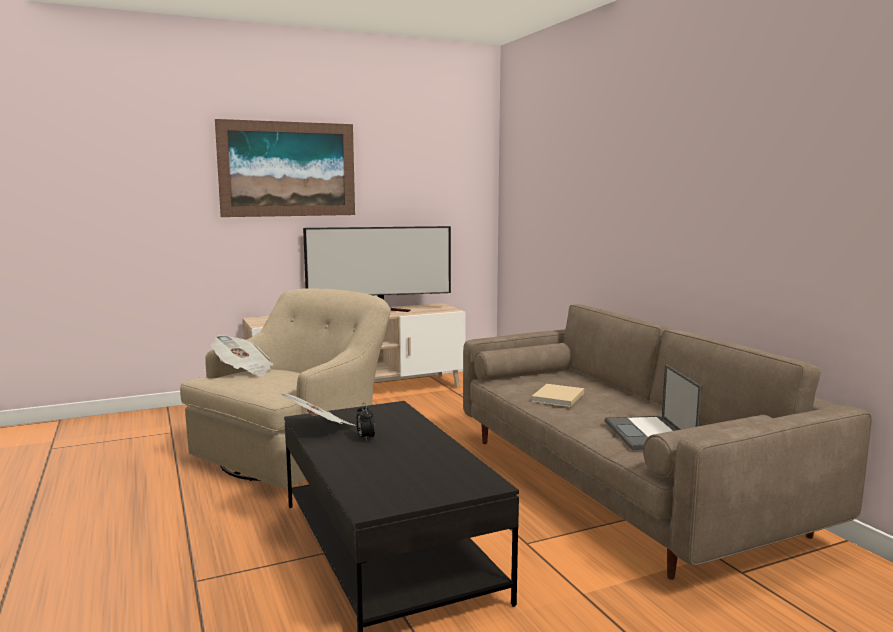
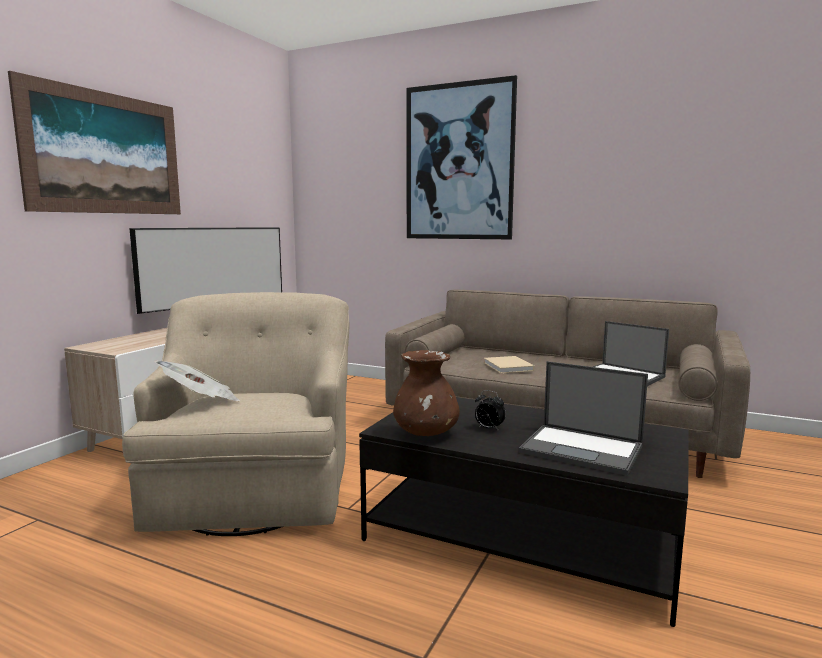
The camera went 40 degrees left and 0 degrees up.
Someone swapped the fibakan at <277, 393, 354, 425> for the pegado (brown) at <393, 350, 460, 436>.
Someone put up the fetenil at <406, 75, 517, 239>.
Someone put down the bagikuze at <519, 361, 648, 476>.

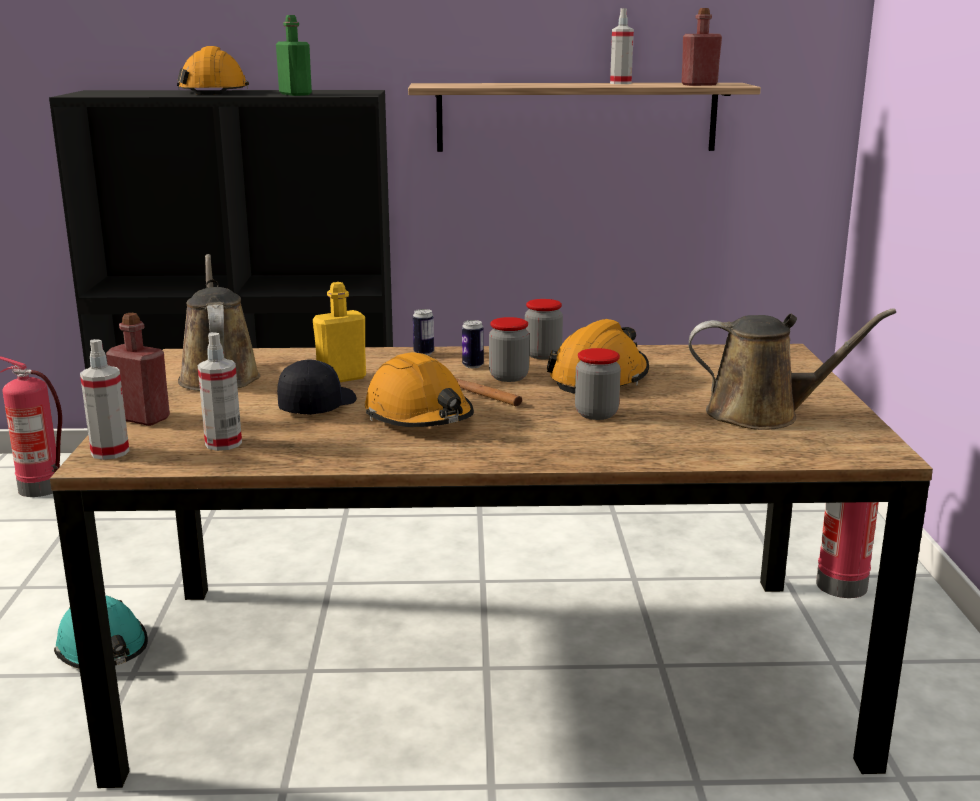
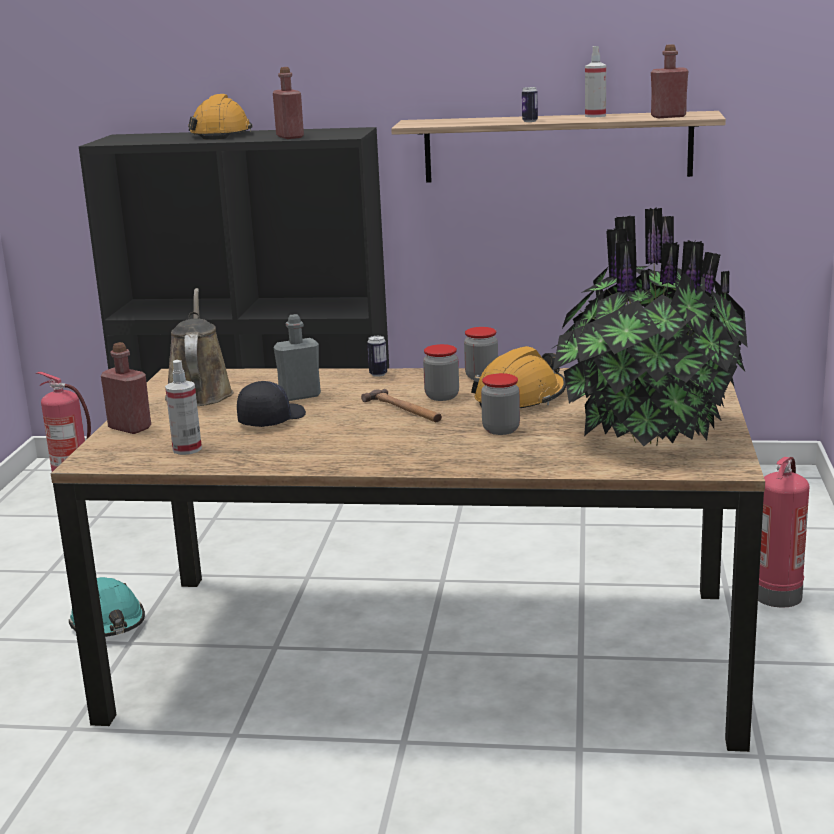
The camera went 10 degrees right and 0 degrees up.
Someone repainted the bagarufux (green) at <276, 15, 312, 96>, which became the bagarufux (red) at <273, 67, 304, 139>.
Someone repainted the bagarufux (yellow) at <313, 282, 366, 382>, which became the bagarufux (grey) at <274, 314, 321, 401>.
Someone carried the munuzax from <462, 320, 484, 368> to <522, 87, 538, 122>.
Someone swapped the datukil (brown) at <689, 308, 896, 430> for the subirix at <553, 207, 747, 446>.
Someone took away the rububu at <80, 339, 129, 460>.
Someone took away the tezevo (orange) at <365, 352, 474, 427>.

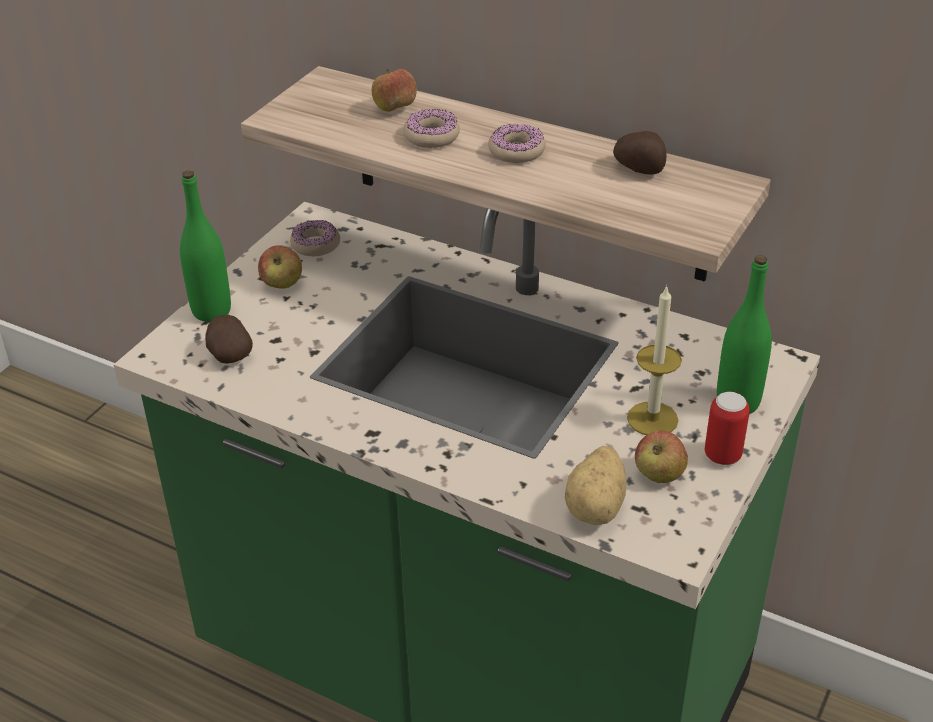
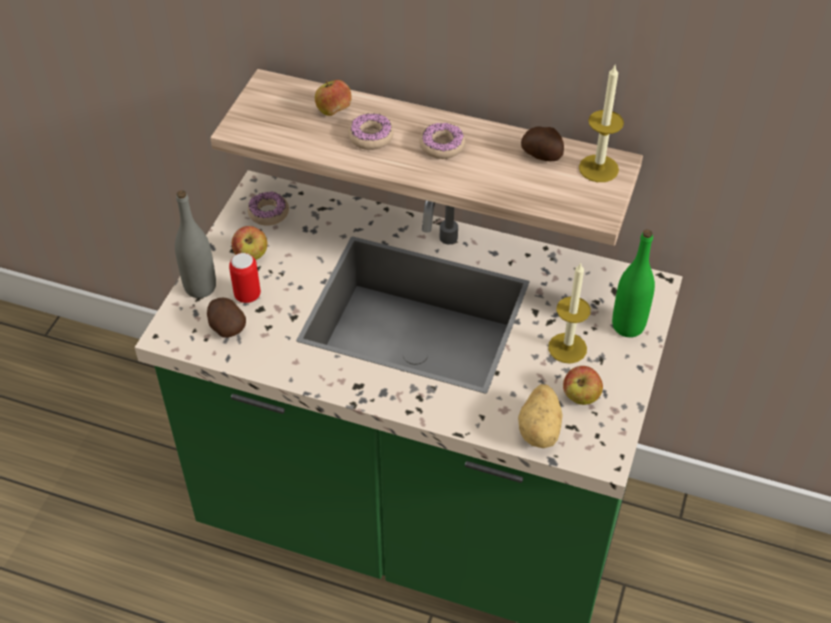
The camera went 10 degrees left and 10 degrees up.
Someone repainted the bagarufux (green) at <180, 170, 231, 322>, which became the bagarufux (grey) at <175, 190, 216, 298>.
Someone carried the munuzax from <705, 392, 750, 465> to <229, 253, 261, 303>.
Someone put down the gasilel at <579, 65, 624, 182>.

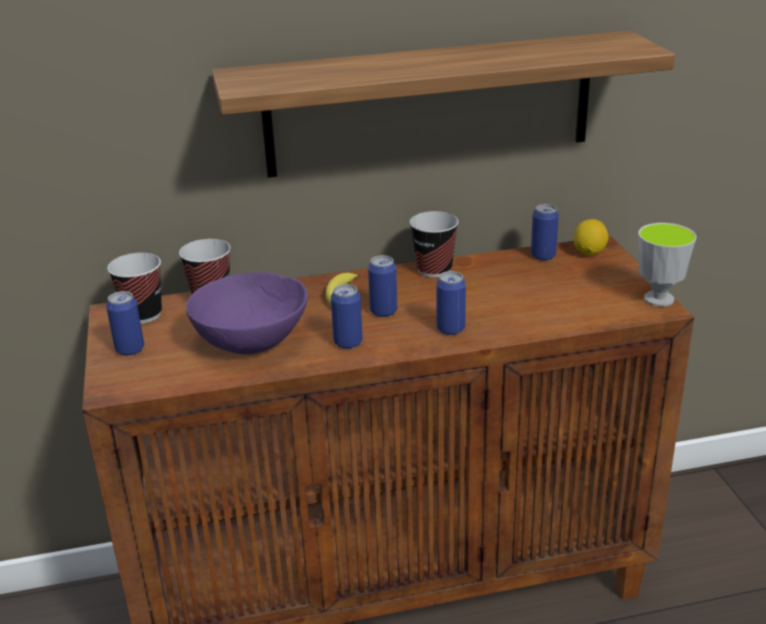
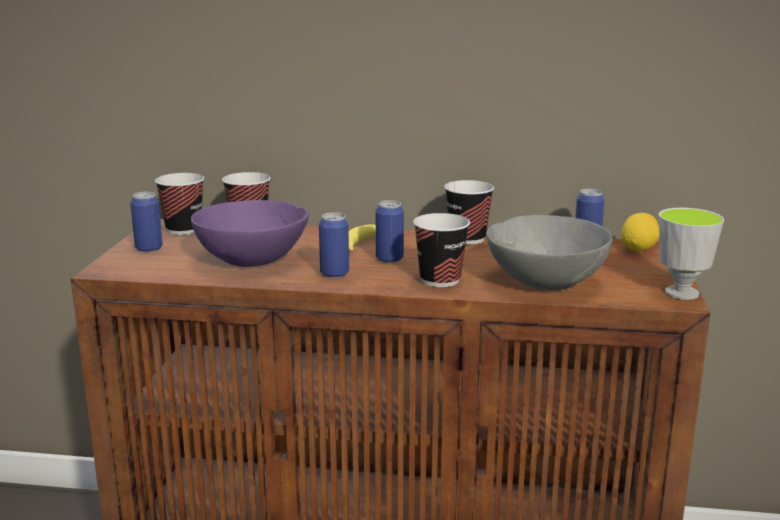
The camera went 20 degrees right and 10 degrees down.
Someone swapped the munuzax at <436, 271, 466, 335> for the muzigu at <413, 213, 470, 287>.
Someone put down the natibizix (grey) at <486, 215, 613, 290>.
Someone took away the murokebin at <212, 31, 675, 178>.

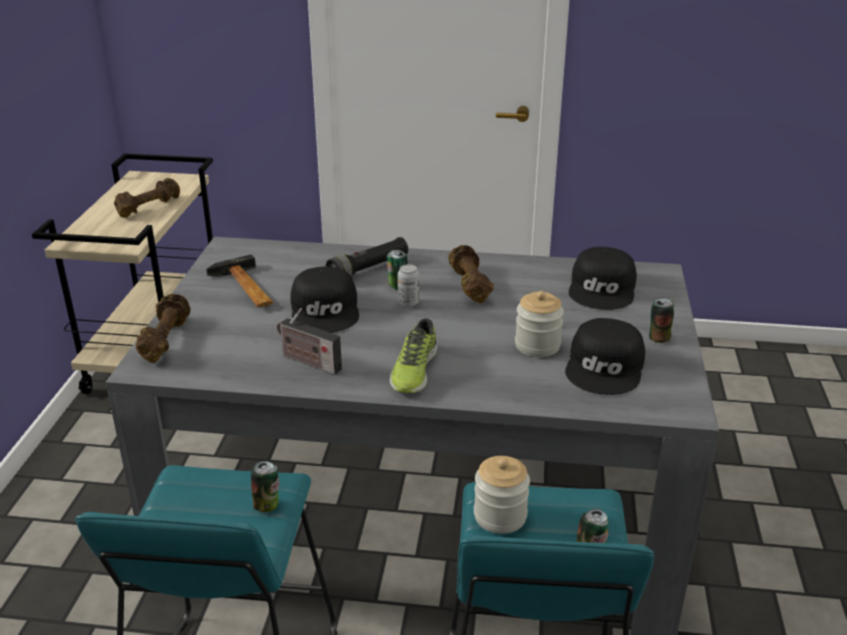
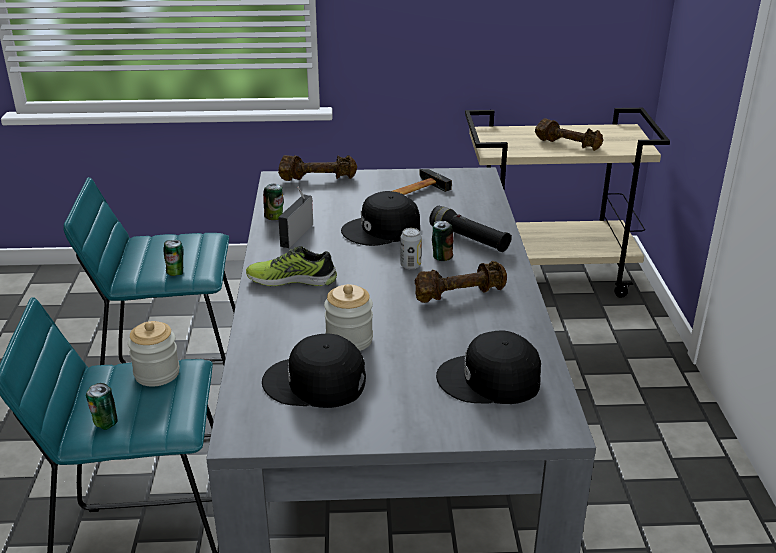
The camera went 80 degrees right and 0 degrees up.
Someone carried the munuzax from <649, 298, 674, 343> to <263, 183, 284, 220>.

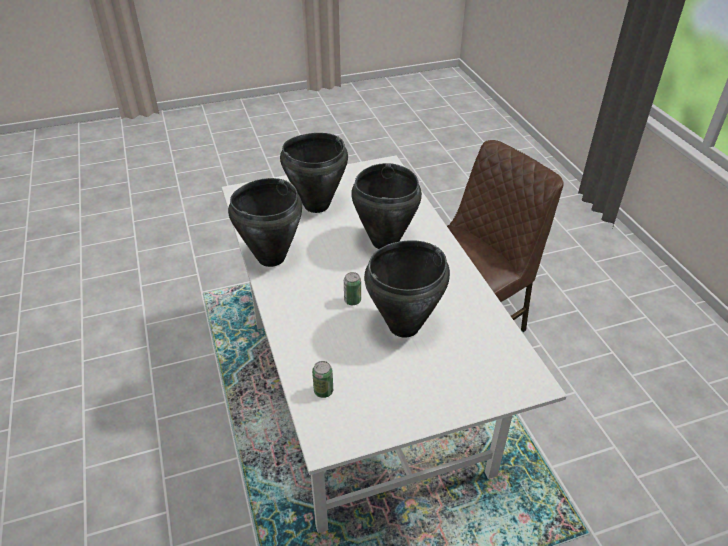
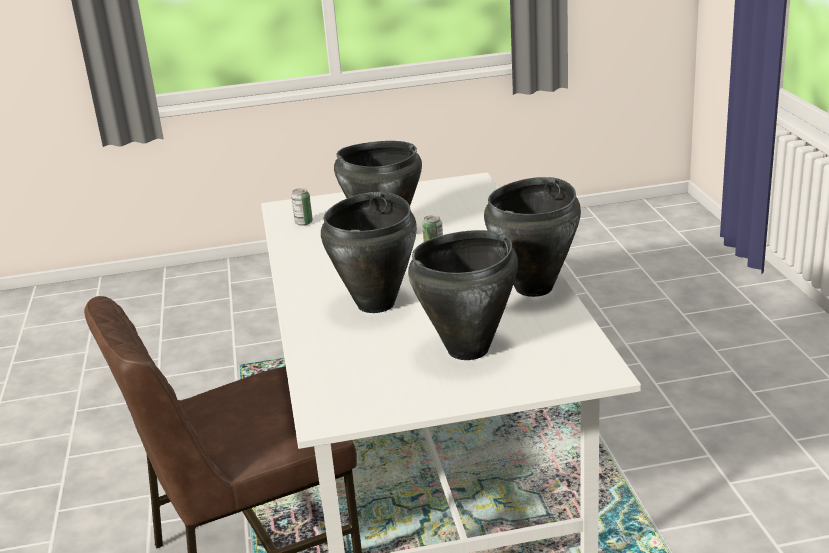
The camera went 170 degrees left and 15 degrees down.
Someone carried the munuzax from <312, 361, 333, 398> to <291, 188, 313, 226>.

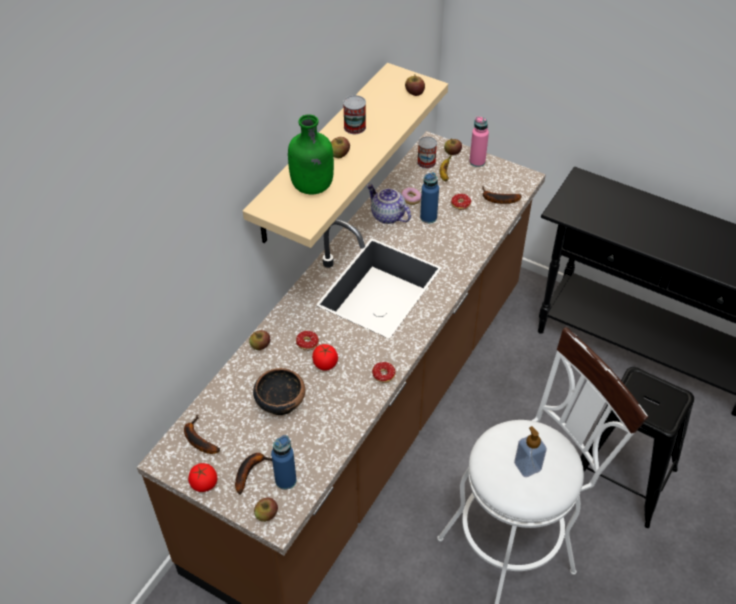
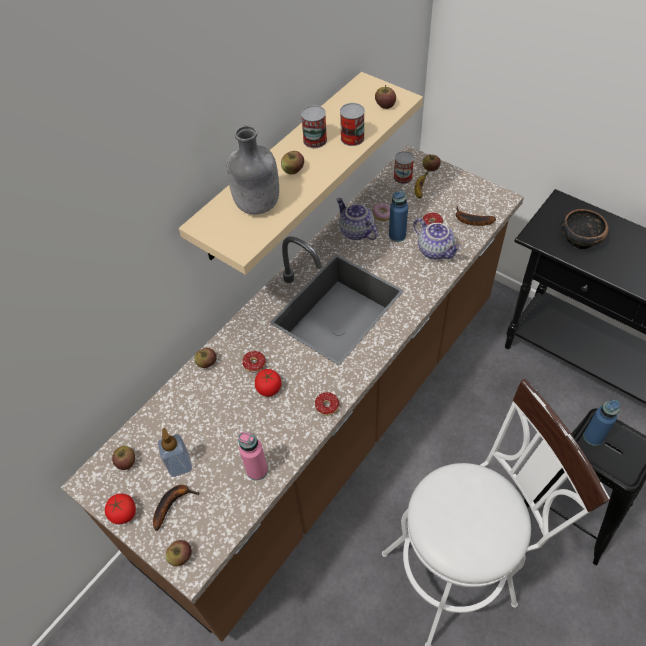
The camera went 10 degrees right and 5 degrees up.
Someone swapped the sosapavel at <184, 415, 220, 454> for the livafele at <112, 446, 135, 470>.
Someone carried the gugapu from <514, 426, 547, 477> to <158, 428, 192, 477>.
Someone repainted the bagarufux (green) at <288, 114, 334, 194>, which became the bagarufux (grey) at <227, 125, 279, 214>.
Someone carried the bagarufux (pink) from <469, 117, 489, 167> to <238, 432, 268, 480>.
Someone put down the munuzax at <340, 103, 365, 146>.
Someone put down the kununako at <414, 218, 461, 259>.
Someone carried the natibizix from <253, 368, 305, 415> to <561, 209, 609, 249>.
Someone carried the bagarufux (blue) from <271, 435, 297, 490> to <583, 400, 620, 446>.

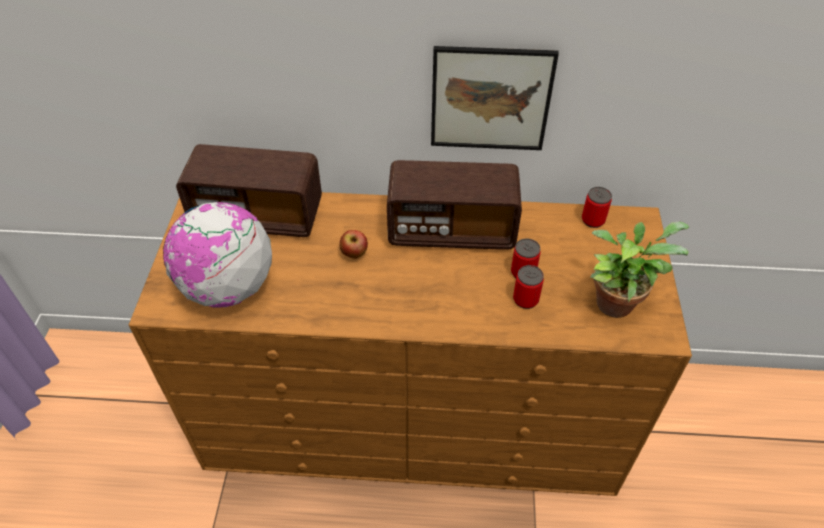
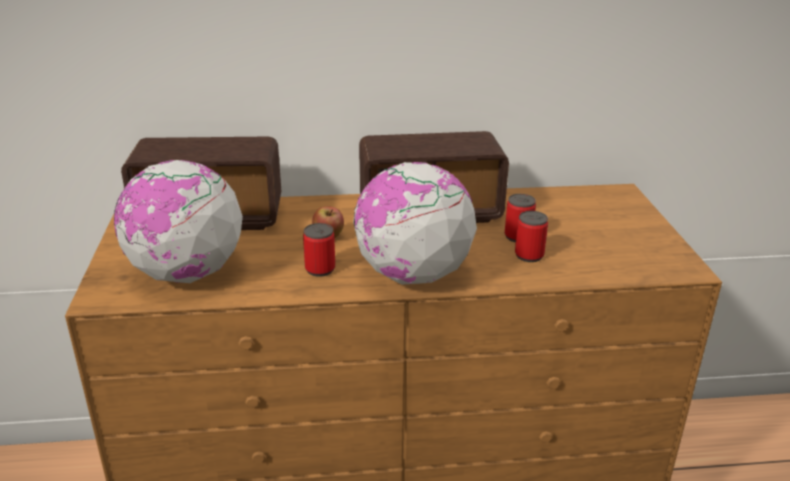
The camera went 10 degrees left and 20 degrees down.
Someone carried the munuzax from <582, 187, 612, 228> to <303, 223, 335, 277>.
Someone put down the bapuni at <353, 162, 477, 285>.
Someone took away the fetenil at <431, 46, 559, 150>.
Someone took away the subirix at <590, 222, 690, 318>.

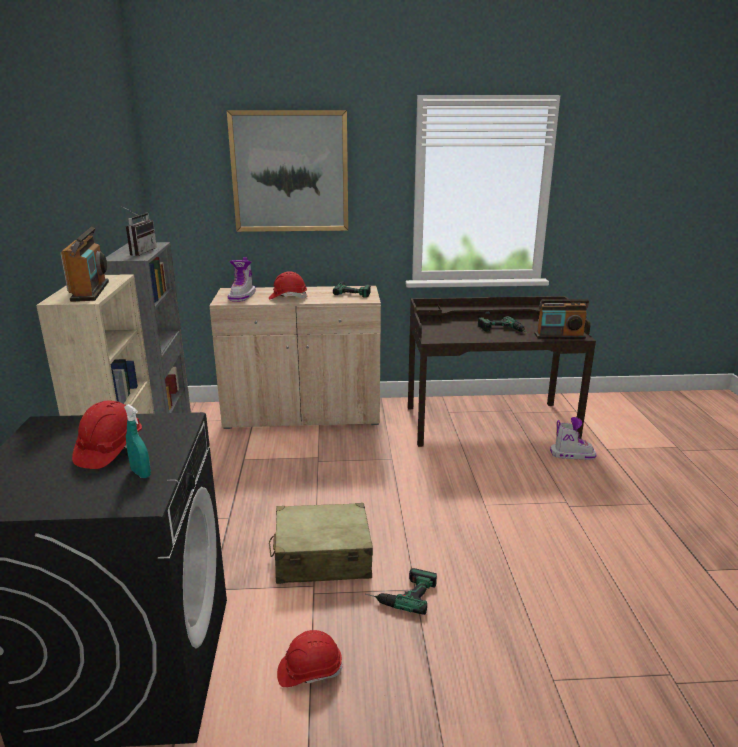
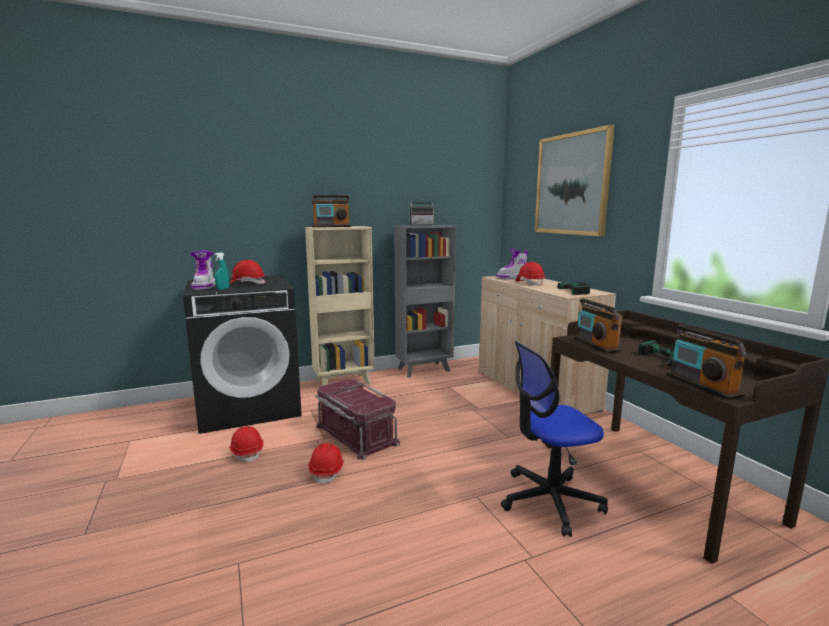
The camera went 70 degrees right and 10 degrees down.
Someone carried the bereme from <550, 417, 596, 460> to <190, 251, 216, 290>.
Someone swapped the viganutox at <365, 568, 437, 615> for the tezevo (red) at <308, 443, 344, 485>.
Someone swapped the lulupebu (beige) at <269, 503, 373, 584> for the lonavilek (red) at <315, 379, 400, 460>.
Someone put down the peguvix at <501, 341, 608, 537>.
Someone put down the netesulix at <574, 298, 622, 353>.

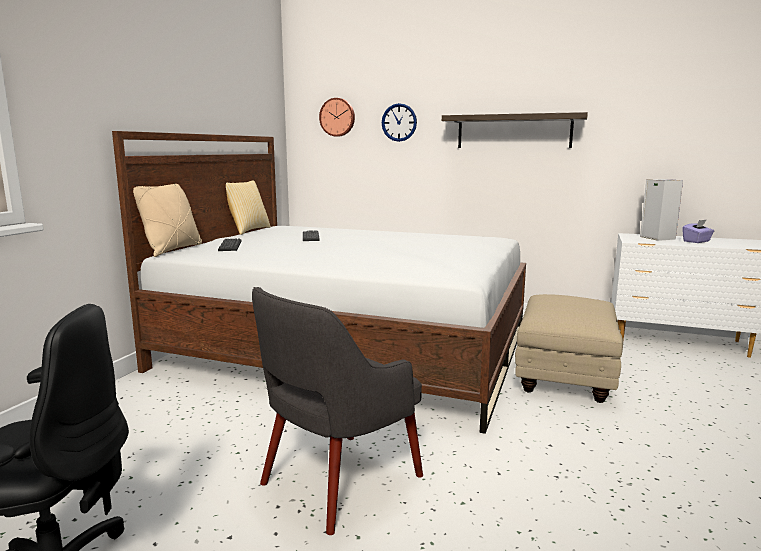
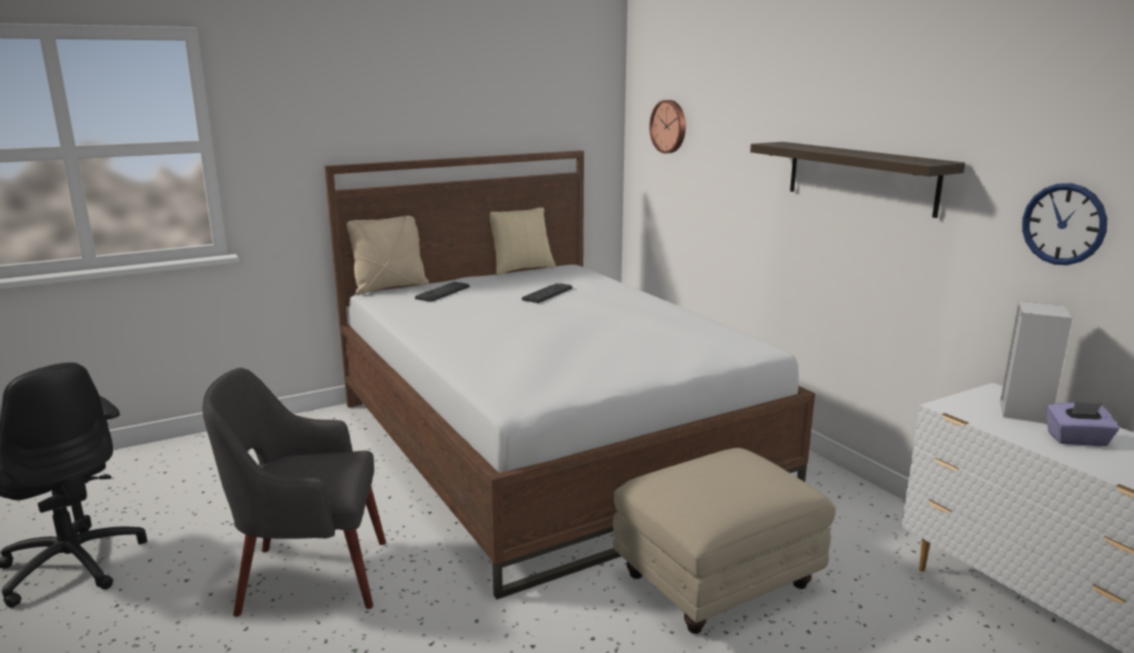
The camera went 40 degrees right and 5 degrees up.
Someone carried the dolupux from <382, 103, 417, 142> to <1022, 183, 1107, 265>.

